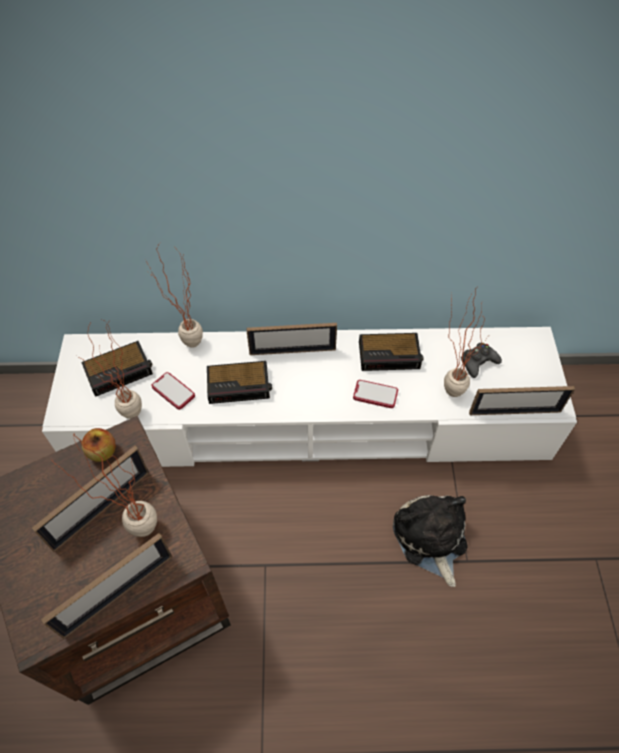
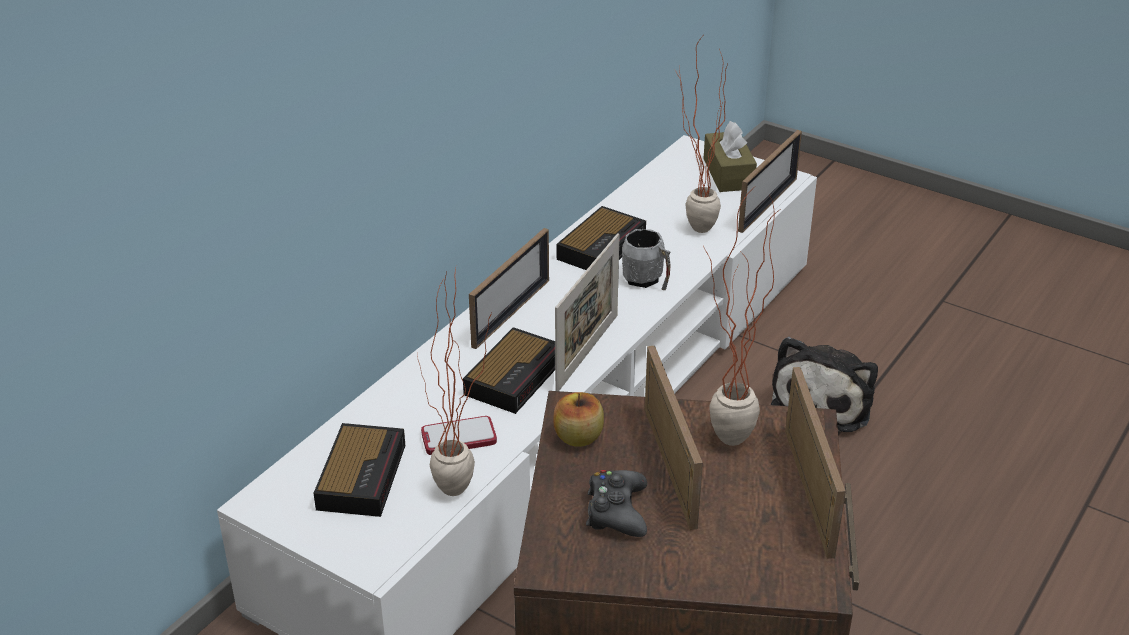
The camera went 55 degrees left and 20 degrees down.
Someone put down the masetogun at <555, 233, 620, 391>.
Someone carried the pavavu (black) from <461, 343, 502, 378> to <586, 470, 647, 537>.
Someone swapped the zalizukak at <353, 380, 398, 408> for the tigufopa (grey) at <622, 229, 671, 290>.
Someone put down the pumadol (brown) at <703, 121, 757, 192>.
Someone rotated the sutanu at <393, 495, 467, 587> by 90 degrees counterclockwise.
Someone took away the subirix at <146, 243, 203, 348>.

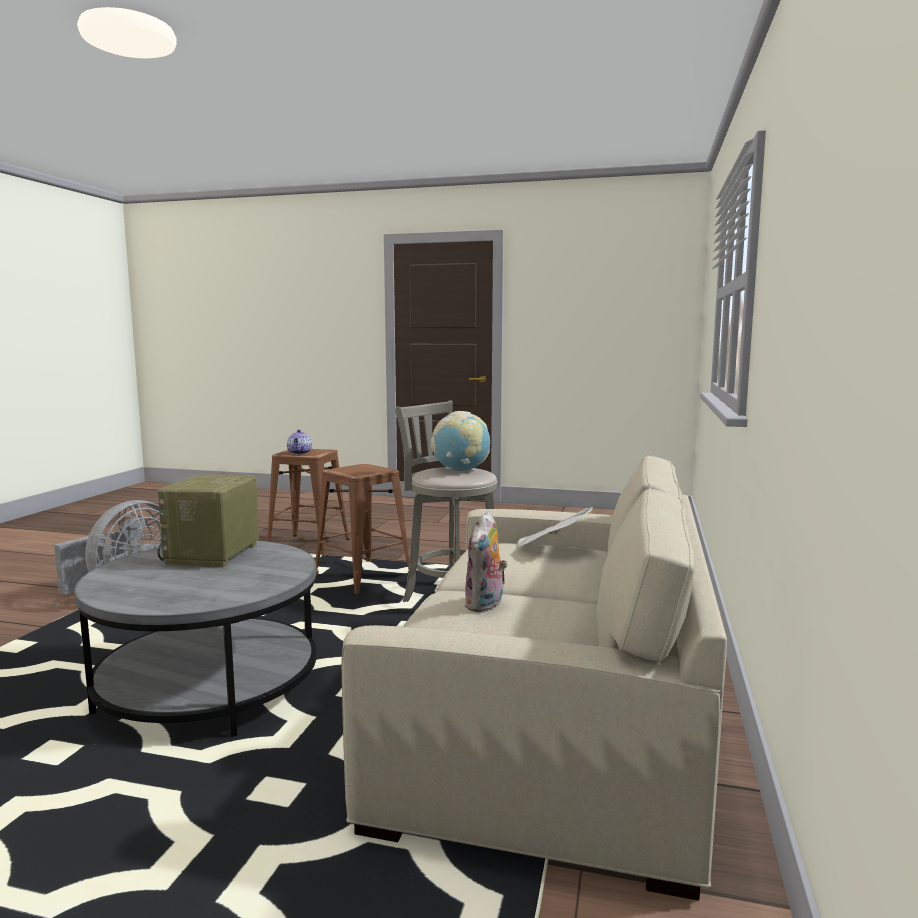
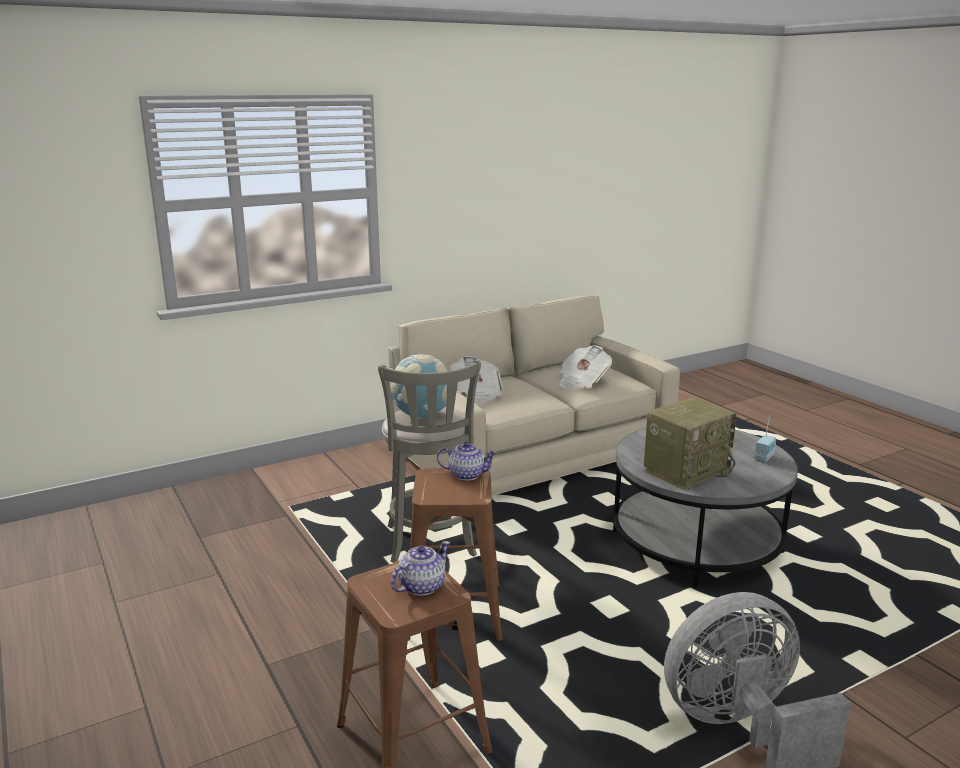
The camera went 135 degrees left and 10 degrees up.
Someone put down the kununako at <437, 442, 498, 481>.
Someone swapped the sutanu at <465, 511, 508, 613> for the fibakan at <559, 345, 612, 388>.
Someone put down the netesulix at <754, 415, 776, 462>.

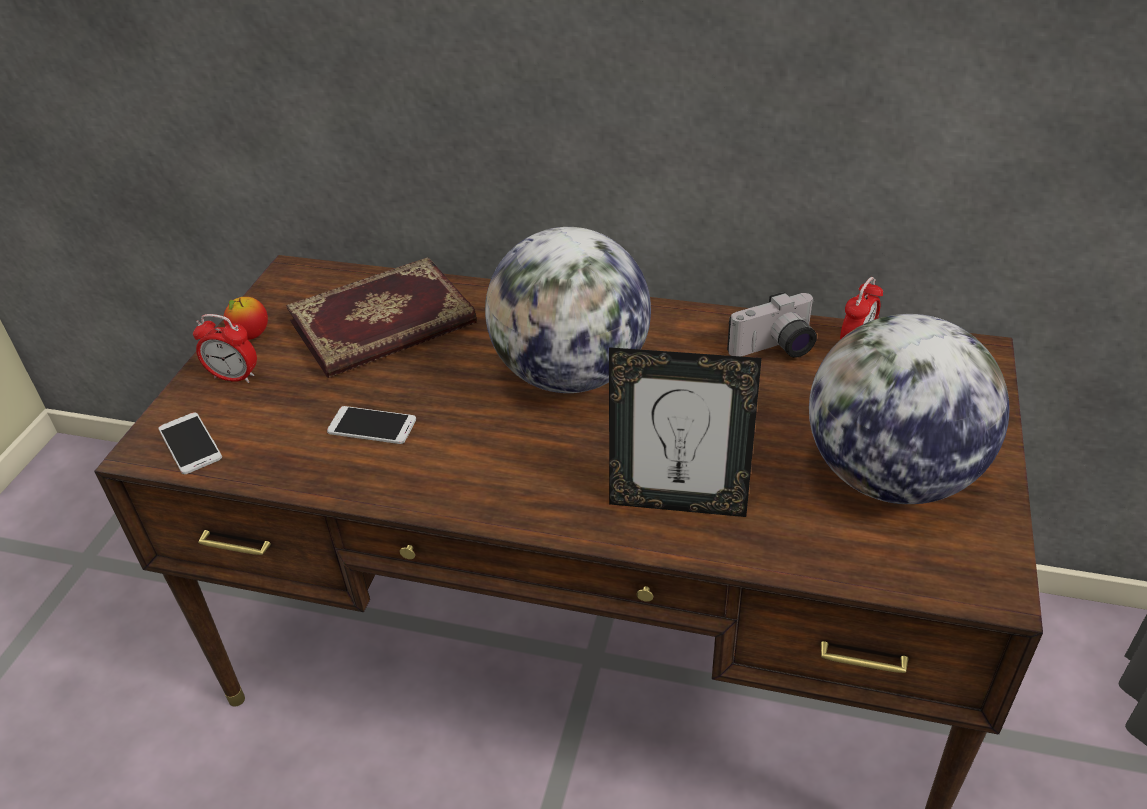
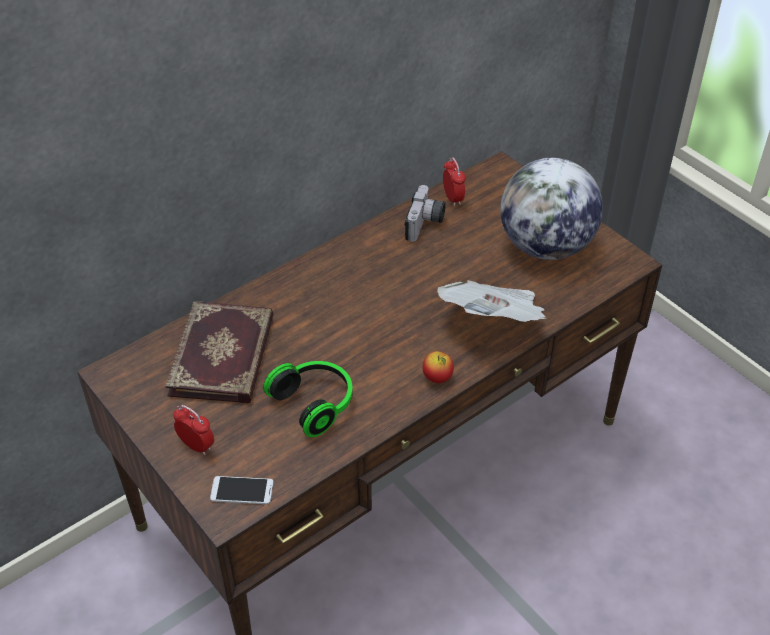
The camera went 55 degrees left and 5 degrees up.
Someone rotated the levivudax at <193, 314, 257, 383> by 105 degrees counterclockwise.
Someone swapped the zalizukak at <327, 406, 416, 444> for the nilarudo at <263, 361, 353, 437>.
Someone carried the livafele from <224, 297, 268, 340> to <422, 351, 454, 383>.
Someone swapped the masetogun at <609, 347, 762, 517> for the fibakan at <437, 280, 547, 322>.
Someone took away the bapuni at <485, 227, 651, 393>.

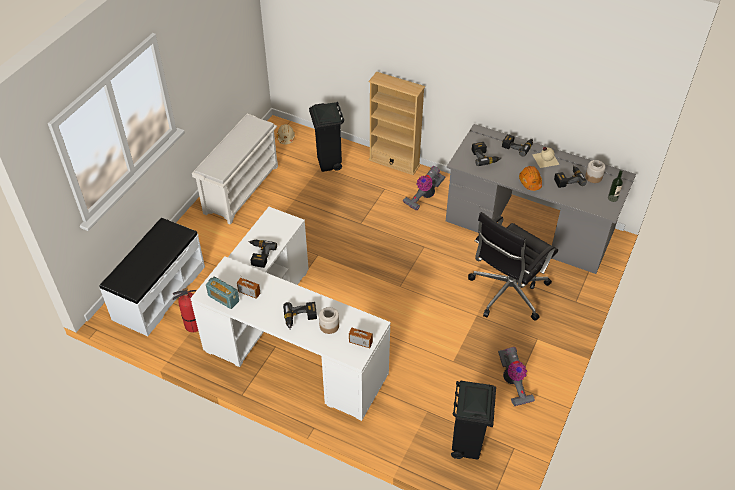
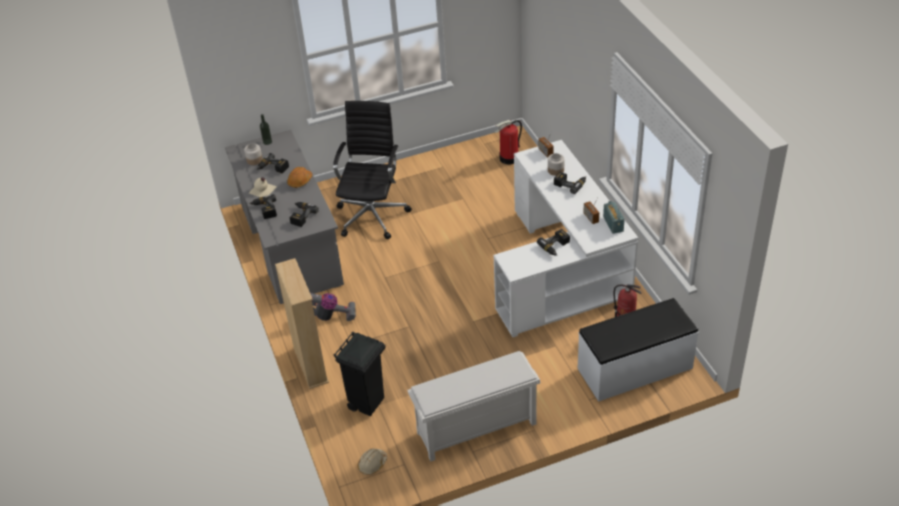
The camera went 135 degrees left and 5 degrees down.
Someone rotated the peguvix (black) at <468, 212, 558, 321> by 75 degrees counterclockwise.
Someone swapped the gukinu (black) at <451, 381, 496, 460> for the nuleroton at <495, 120, 522, 164>.
Someone took away the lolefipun at <498, 347, 535, 406>.

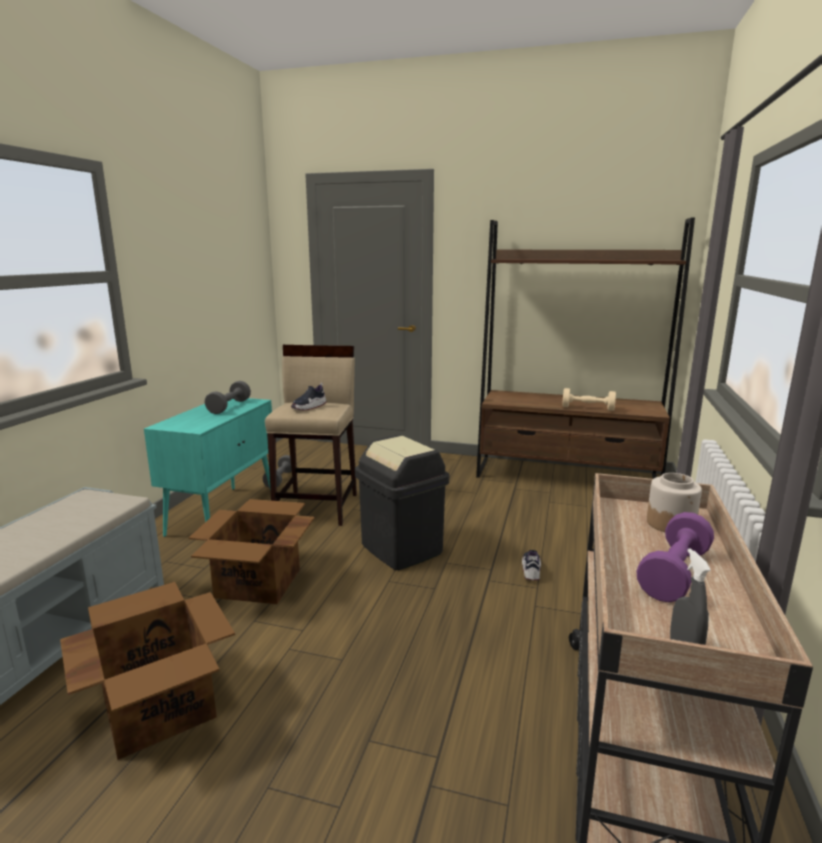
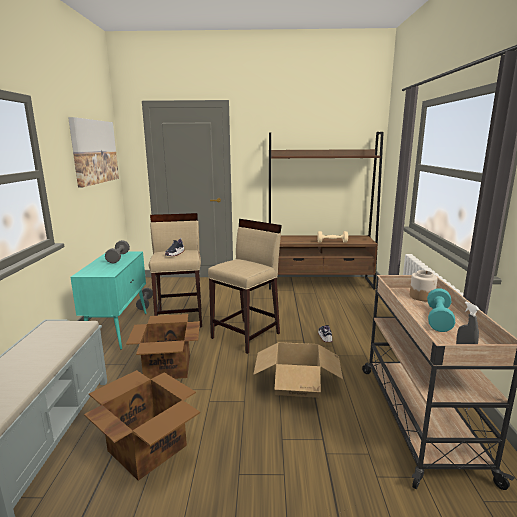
The camera went 15 degrees left and 0 degrees up.
Someone put up the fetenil at <68, 117, 119, 187>.
Someone swapped the gukinu (black) at <355, 435, 449, 570> for the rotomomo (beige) at <208, 219, 282, 354>.
Someone put down the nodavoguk at <253, 342, 343, 398>.
Someone repainted the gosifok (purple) at <636, 512, 714, 602>, which became the gosifok (turquoise) at <427, 288, 455, 332>.

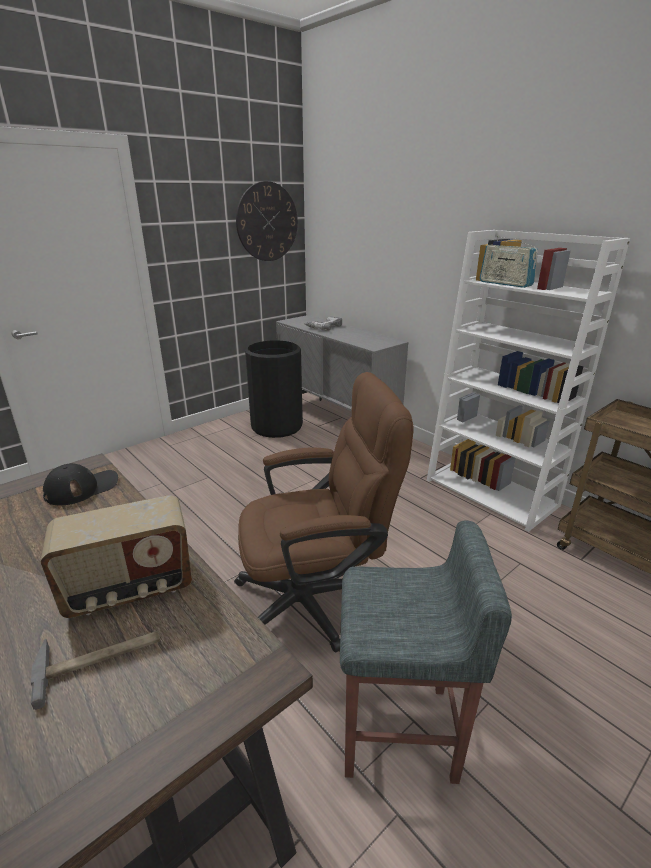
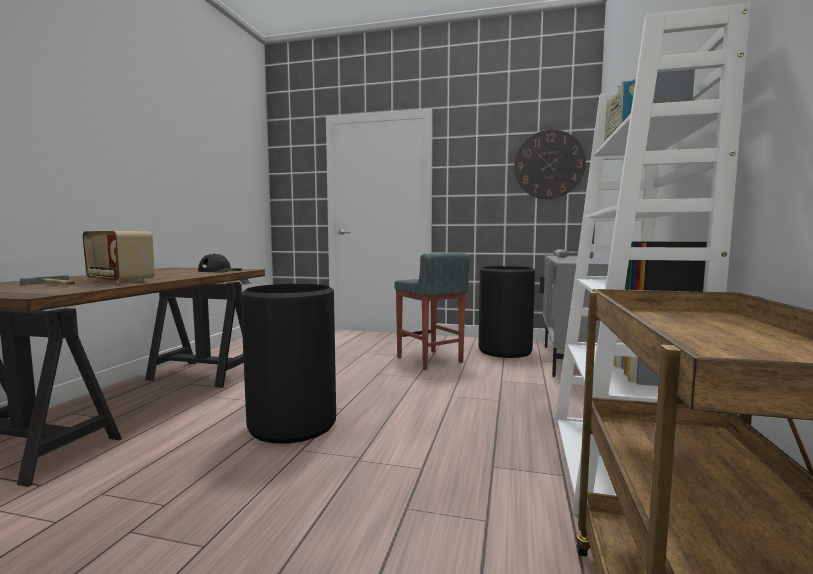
The camera went 55 degrees right and 20 degrees down.
Someone swapped the peguvix (brown) at <234, 372, 414, 653> for the gukinu (black) at <241, 284, 336, 444>.
Someone carried the rotomomo (grey) from <340, 520, 512, 784> to <394, 253, 470, 370>.

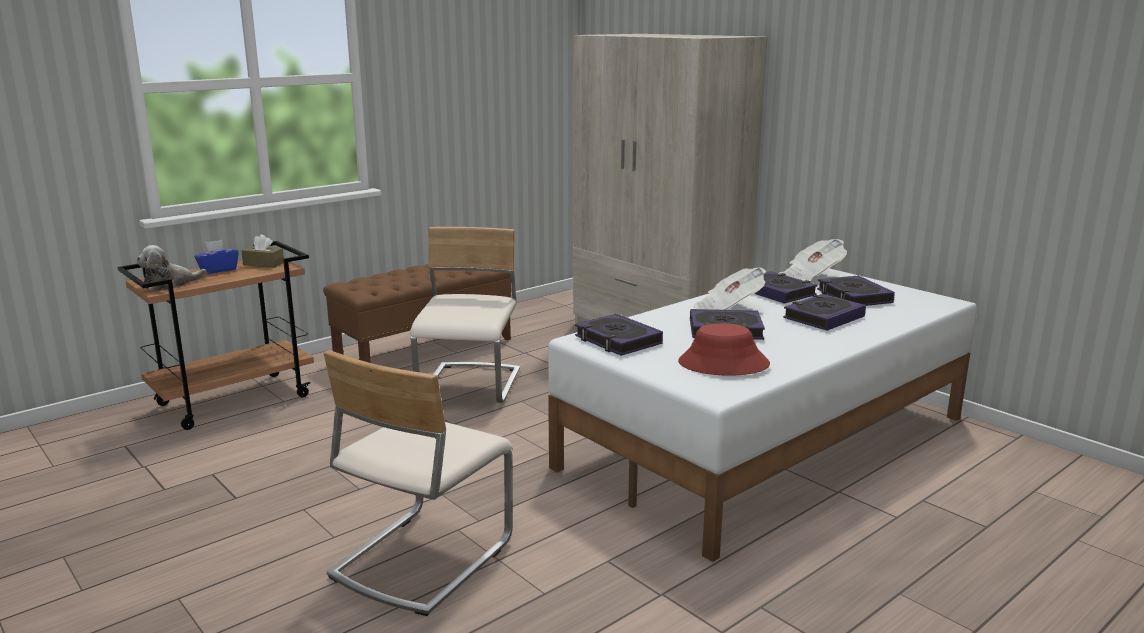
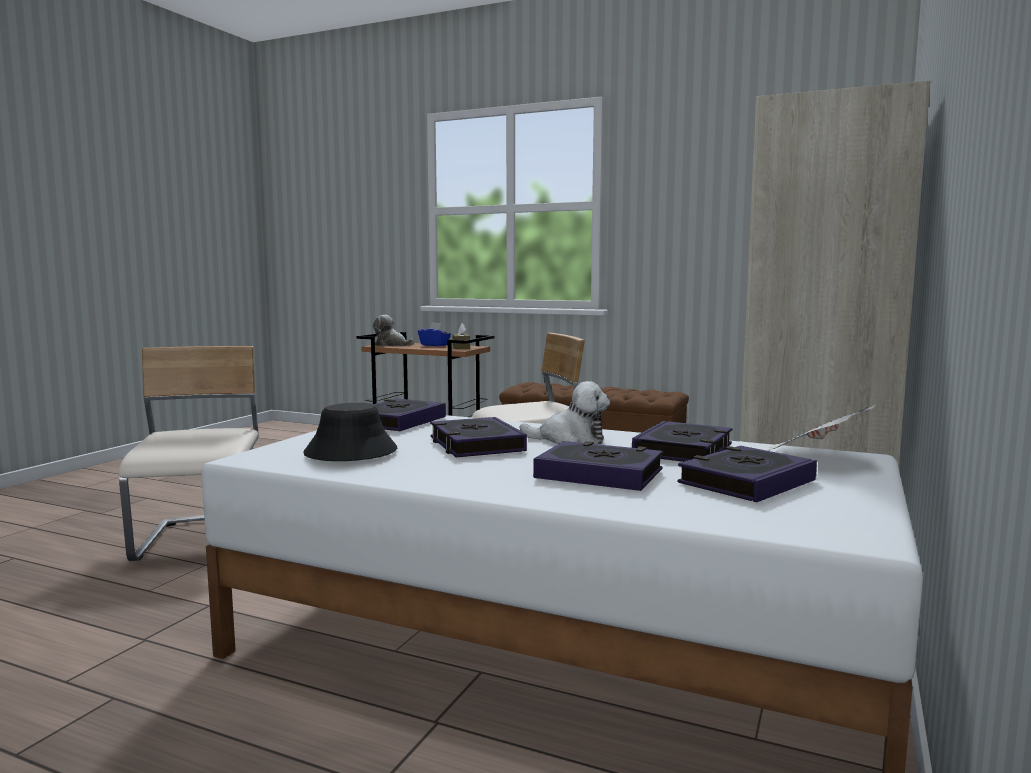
The camera went 65 degrees right and 10 degrees down.
Someone rotated the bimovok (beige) at <324, 350, 513, 616> by 75 degrees clockwise.
Someone repainted the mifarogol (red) at <678, 323, 770, 376>, which became the mifarogol (black) at <303, 403, 397, 461>.
Someone swapped the fibakan at <694, 267, 767, 310> for the sutanu at <520, 381, 610, 444>.

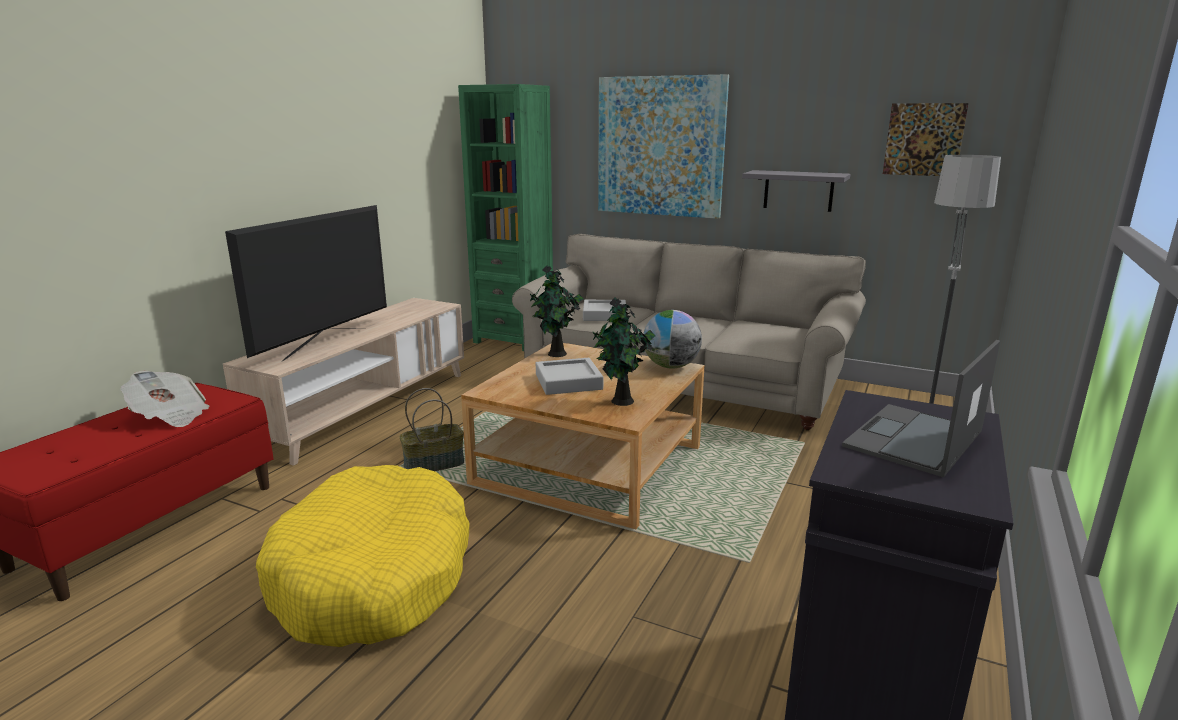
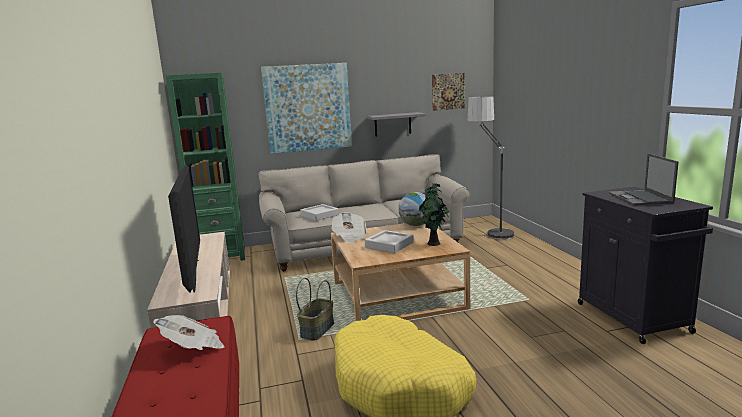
The camera went 40 degrees left and 5 degrees down.
Someone swapped the subirix at <530, 265, 584, 357> for the fibakan at <331, 212, 367, 243>.

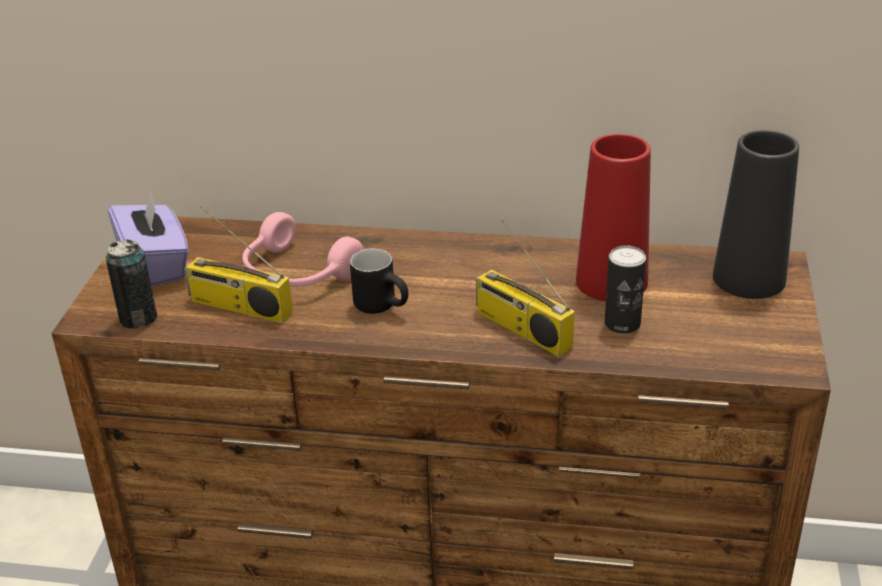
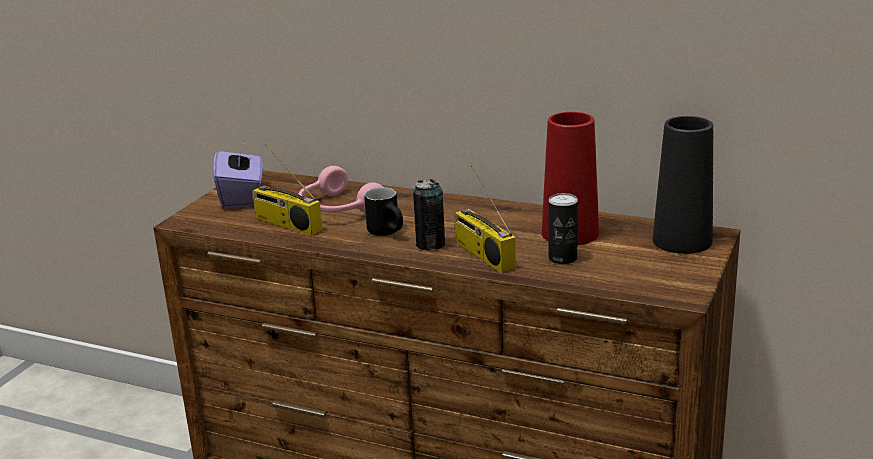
The camera went 15 degrees right and 10 degrees down.
Someone carried the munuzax from <106, 240, 157, 329> to <413, 179, 445, 251>.

